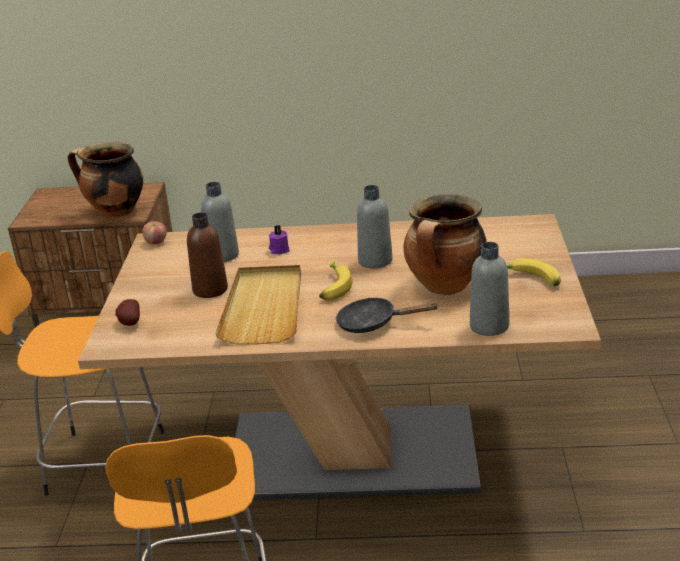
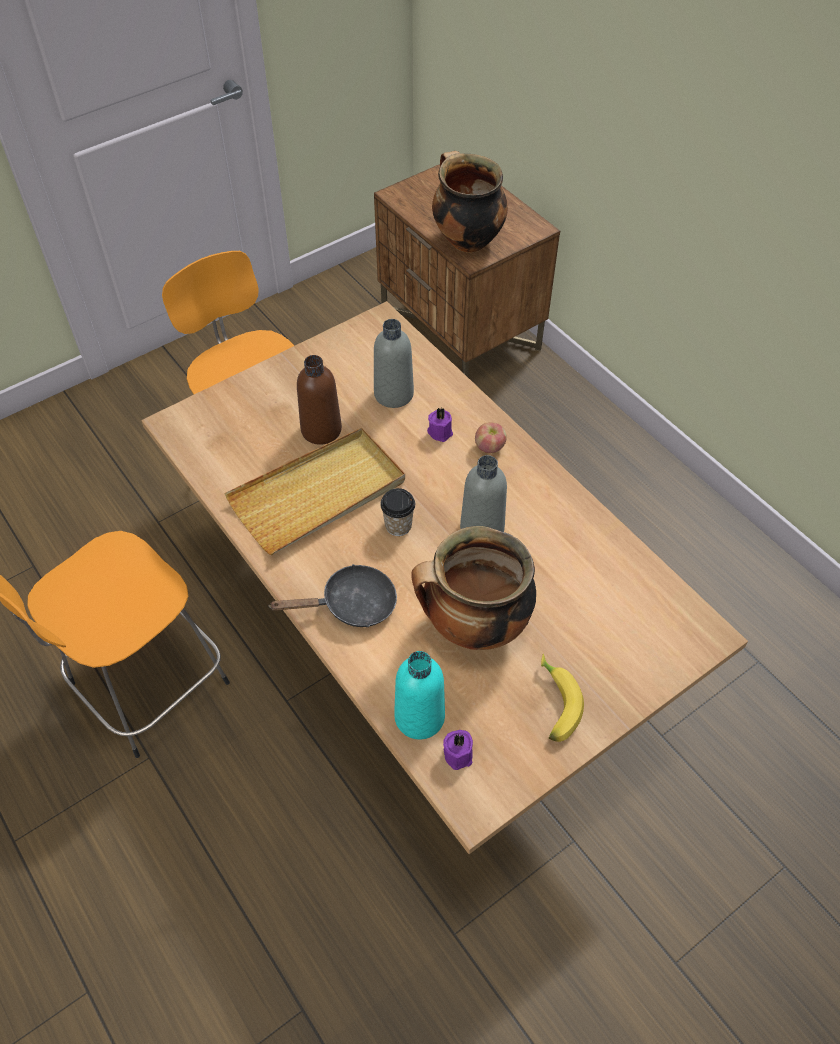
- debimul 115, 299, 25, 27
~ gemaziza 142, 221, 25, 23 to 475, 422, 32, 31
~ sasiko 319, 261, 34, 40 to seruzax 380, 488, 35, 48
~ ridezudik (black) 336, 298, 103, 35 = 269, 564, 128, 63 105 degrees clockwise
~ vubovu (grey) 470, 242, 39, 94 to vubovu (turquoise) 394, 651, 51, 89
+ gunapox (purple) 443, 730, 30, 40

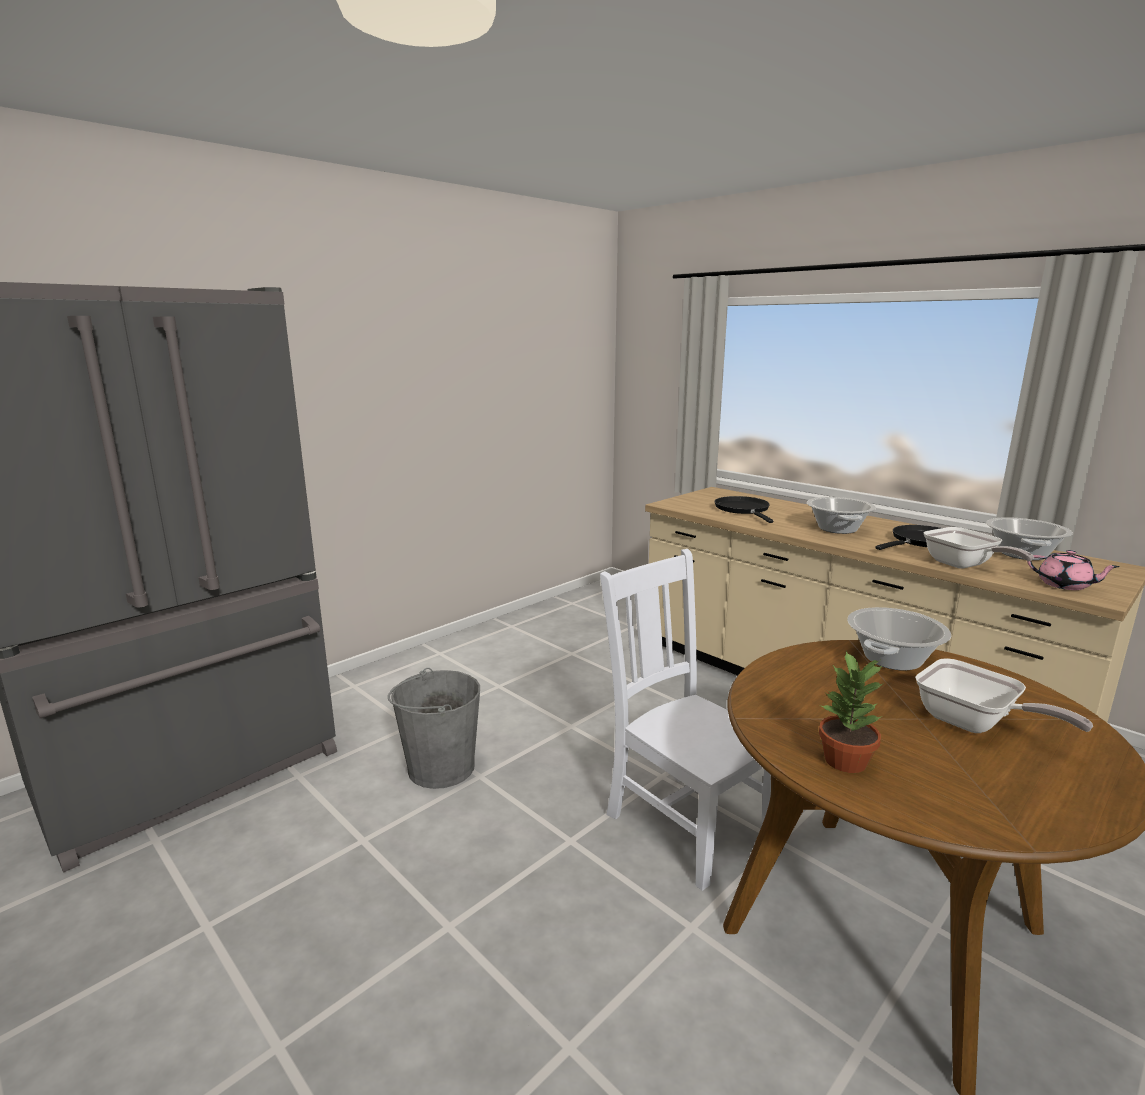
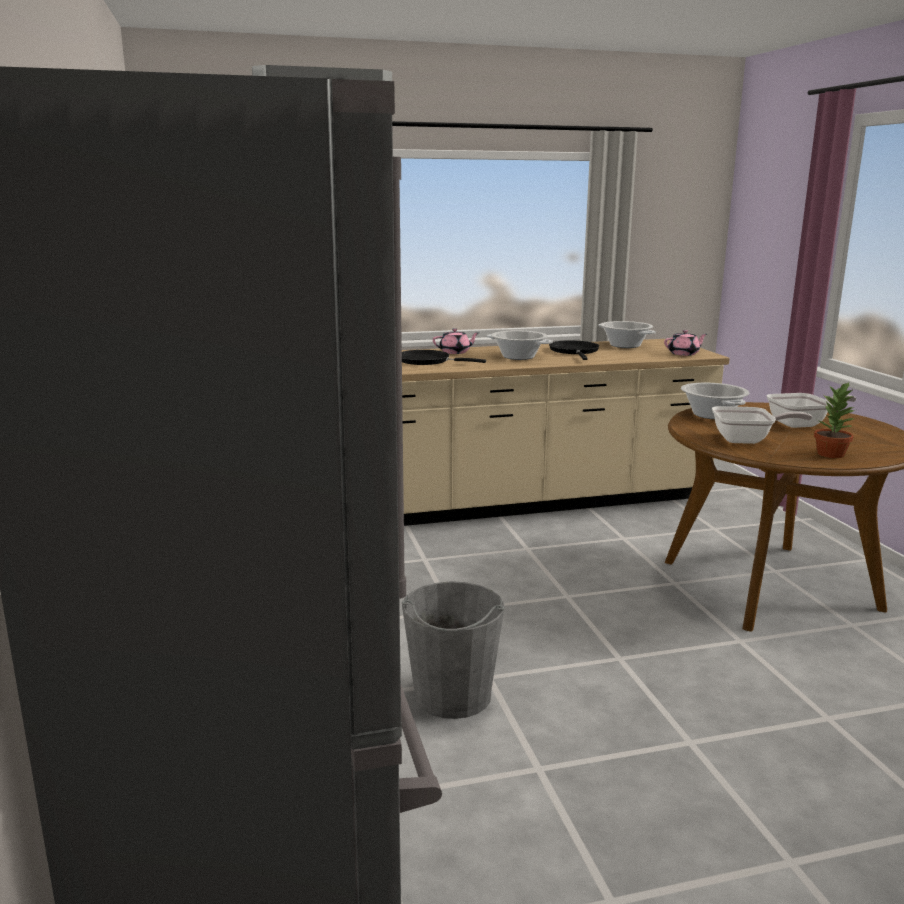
- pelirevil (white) 600, 549, 171, 342
~ ridezudik 924, 527, 110, 42 to 712, 406, 100, 38
+ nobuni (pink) 433, 328, 47, 26

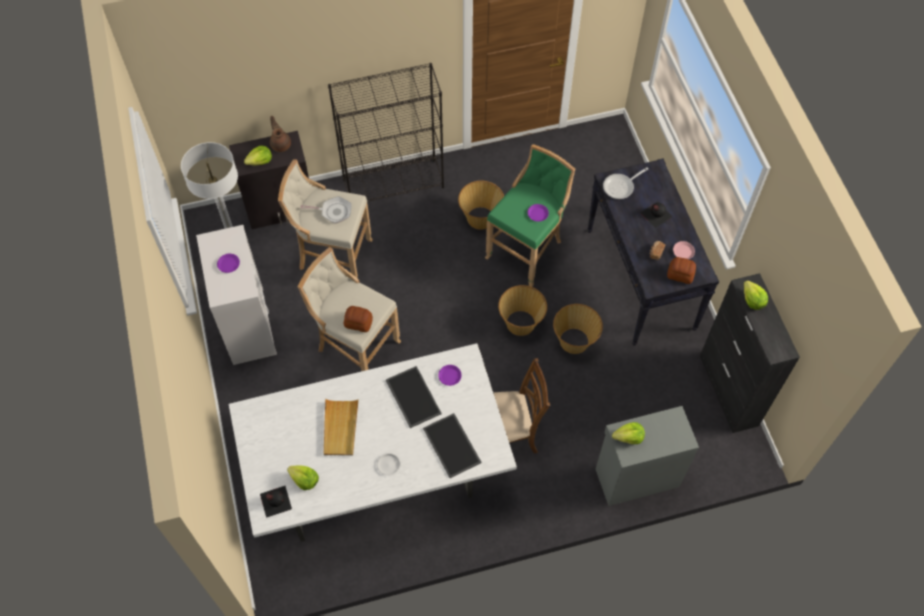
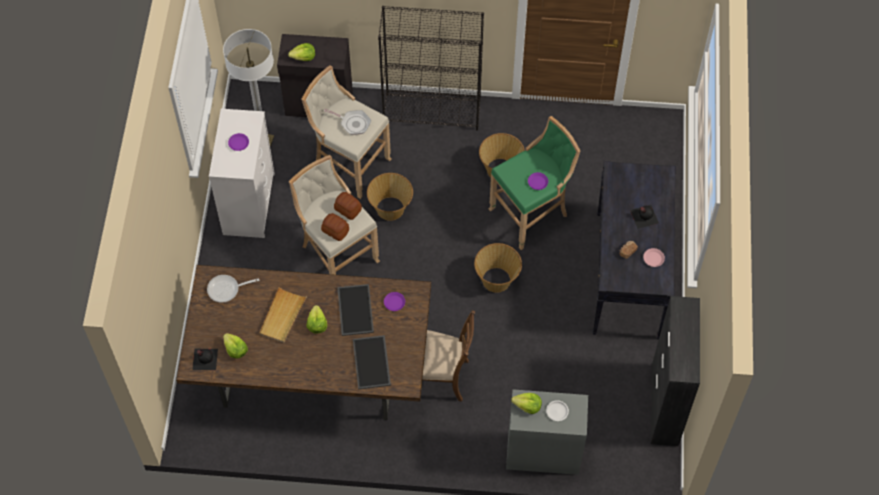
~ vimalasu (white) 229, 343, 288, 199 to vimalasu (brown) 176, 265, 255, 155
- nobuni (brown) 270, 116, 21, 36
~ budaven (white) 377, 453, 24, 23 to 546, 400, 23, 21
~ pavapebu 553, 304, 50, 50 to 367, 173, 46, 48
~ ridezudik 603, 167, 45, 32 to 207, 275, 52, 27
~ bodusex 667, 257, 29, 27 to 334, 192, 28, 28
~ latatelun 744, 280, 24, 30 to 306, 305, 21, 28

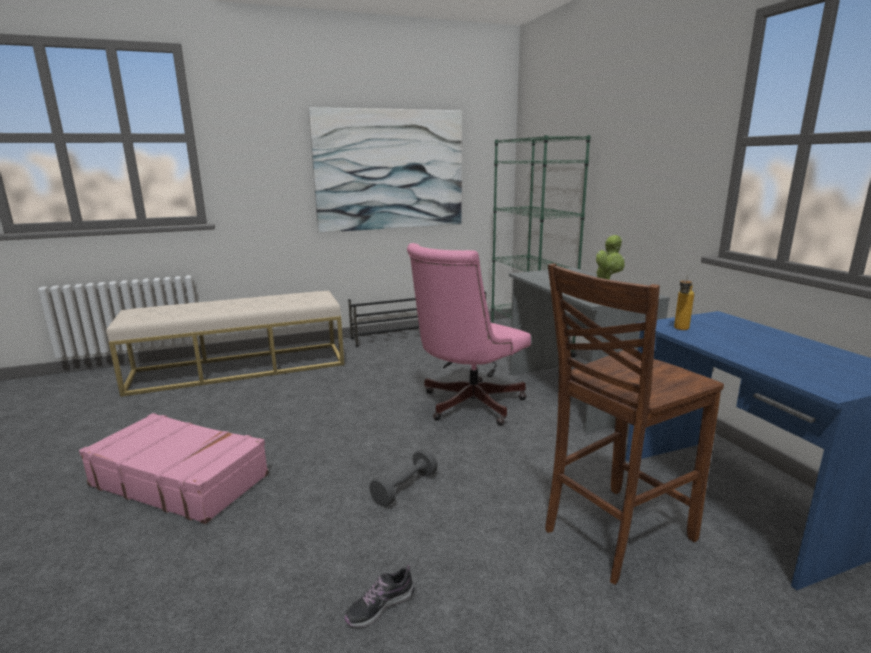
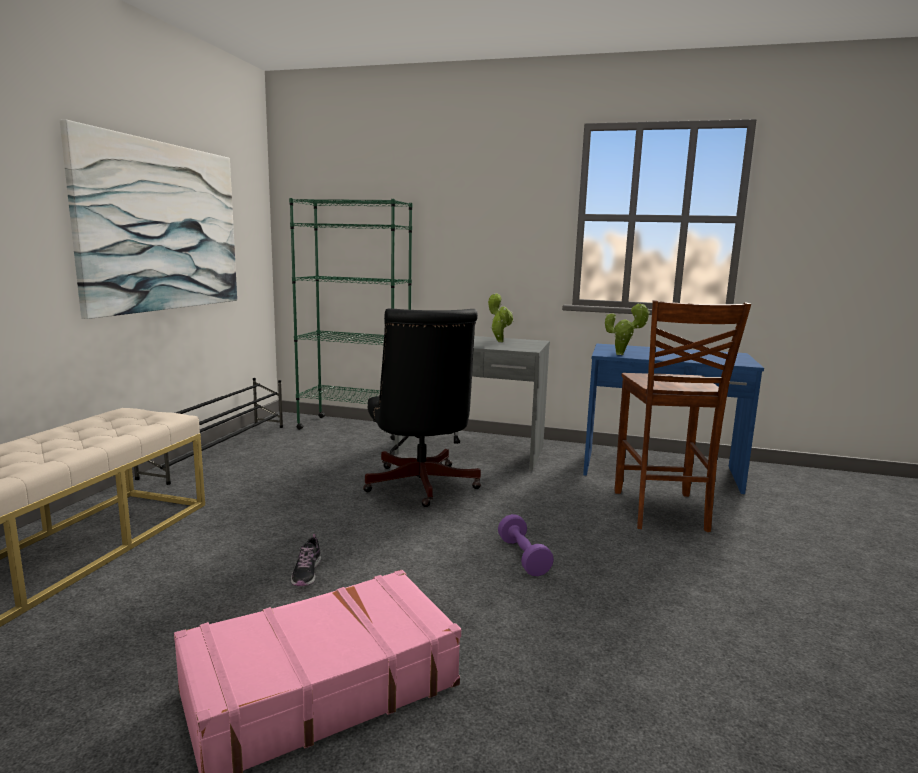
~ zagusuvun 345, 564, 69, 63 to 291, 534, 30, 52
~ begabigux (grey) 369, 448, 69, 59 to begabigux (purple) 498, 514, 56, 62
~ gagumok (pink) 407, 243, 124, 183 to gagumok (black) 363, 308, 118, 199
~ vubovu 674, 275, 20, 55 to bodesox 605, 303, 45, 52

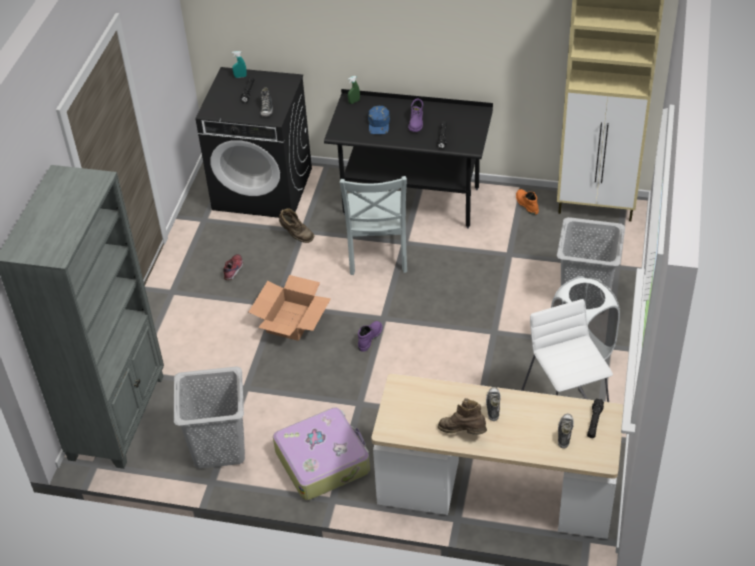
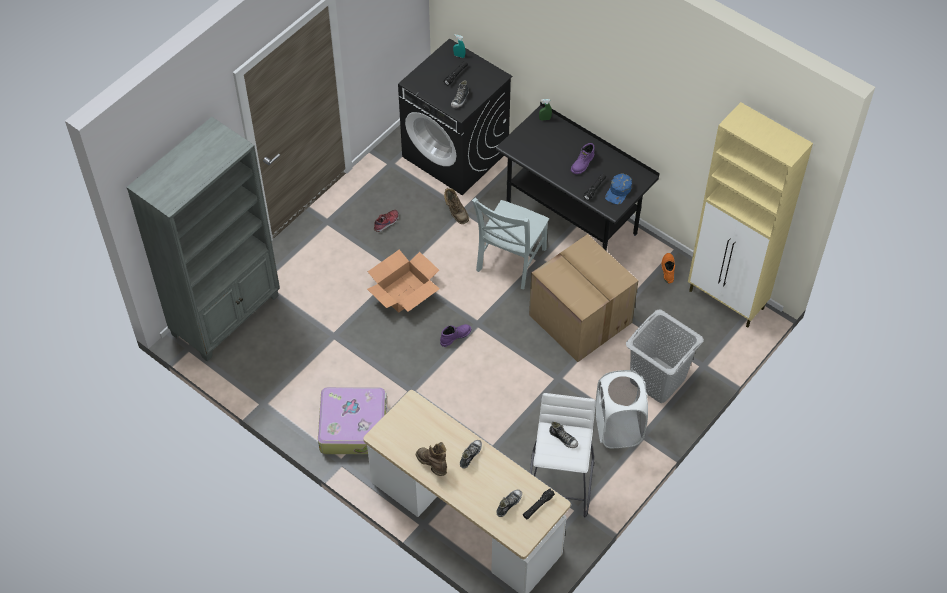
- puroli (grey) 174, 366, 71, 103
~ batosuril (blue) 368, 106, 22, 28 to 605, 173, 27, 31
+ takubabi 529, 234, 109, 128
+ zagusuvun 549, 422, 29, 26

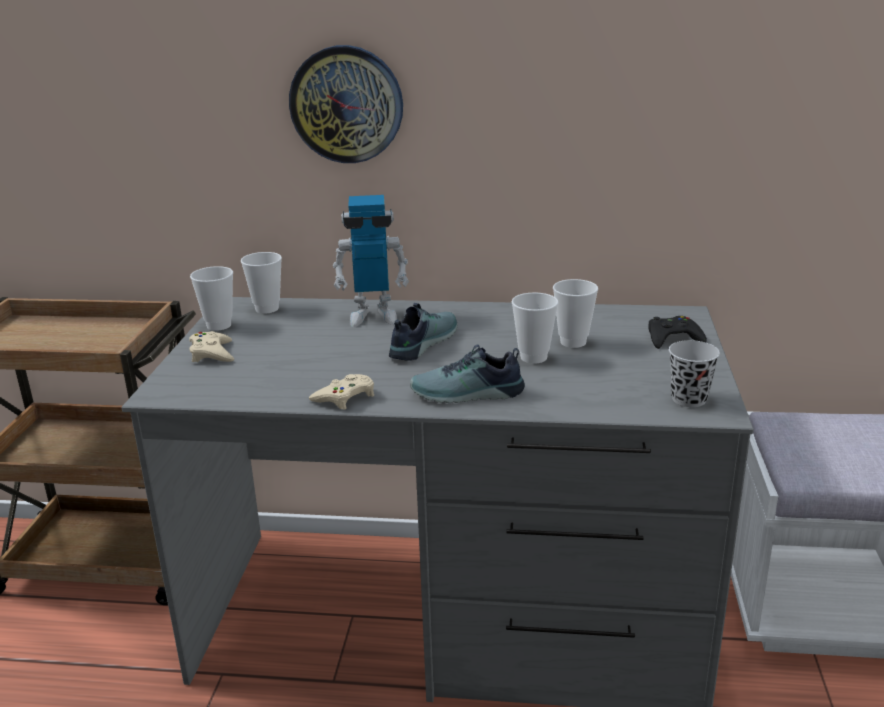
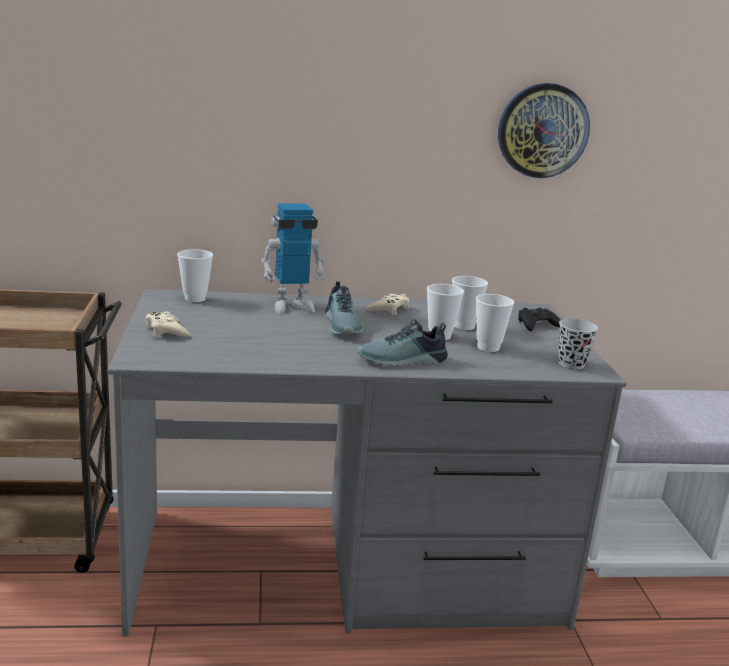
~ seruzax 190, 266, 43, 65 to 476, 294, 38, 58
~ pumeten 289, 45, 114, 118 to 498, 83, 92, 95
~ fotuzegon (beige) 309, 374, 65, 36 to 366, 294, 44, 21
~ zagusuvun 389, 303, 69, 58 = 325, 281, 38, 54 150 degrees clockwise

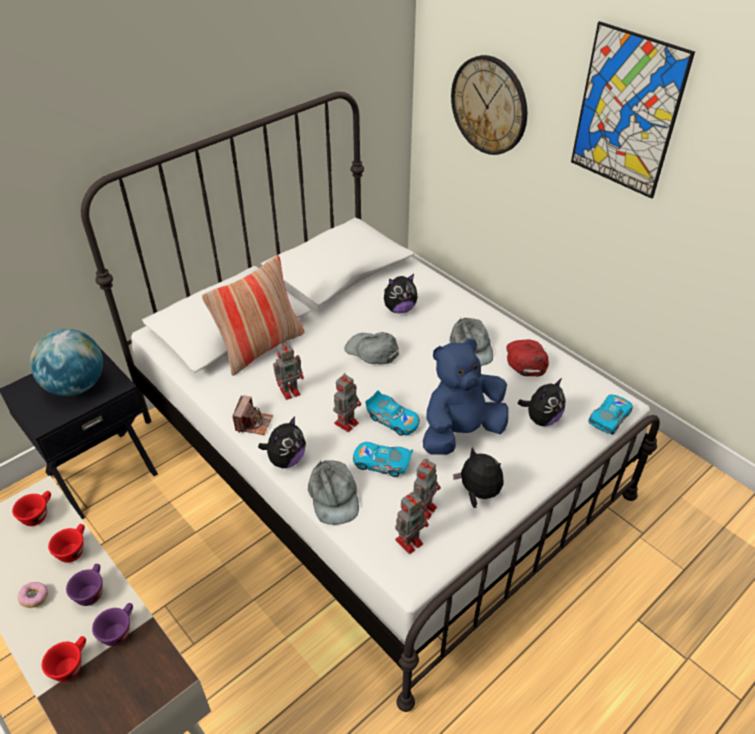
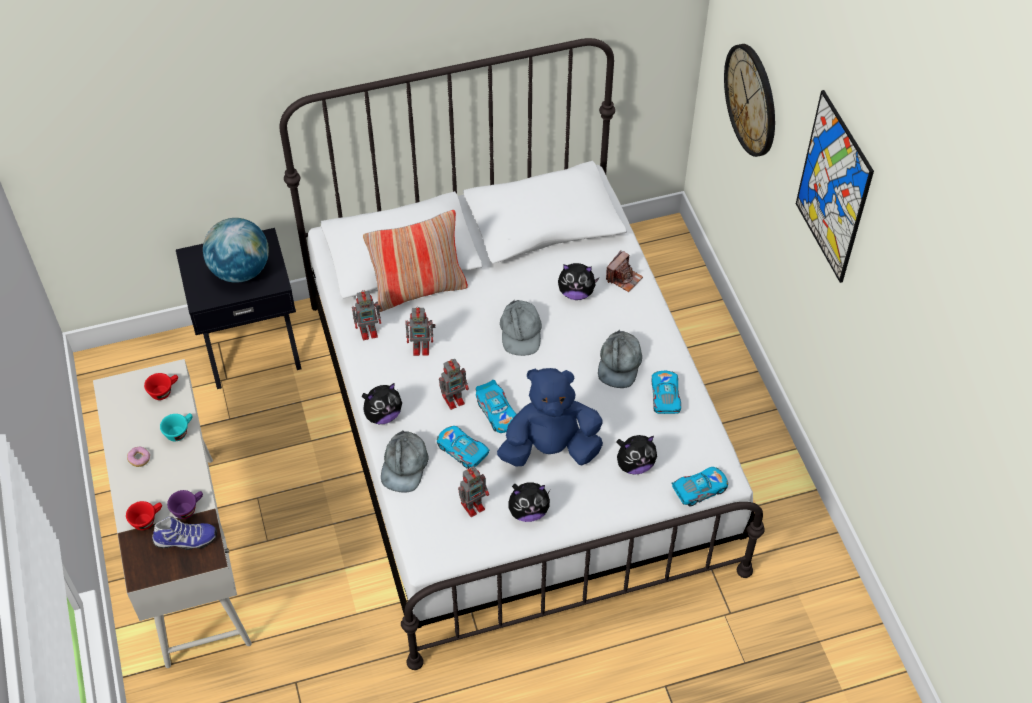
~ seruzax (red) 48, 524, 37, 39 to seruzax (turquoise) 160, 413, 33, 28
- seruzax (purple) 66, 564, 37, 42
~ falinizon 232, 395, 41, 40 to 606, 251, 37, 41
~ batosuril (grey) 344, 332, 55, 32 = 500, 300, 42, 56 150 degrees counterclockwise
~ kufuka 395, 492, 34, 62 to 352, 290, 29, 50
~ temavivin 453, 447, 51, 61 = 508, 482, 42, 40 105 degrees clockwise
~ batosuril (red) 506, 339, 43, 38 to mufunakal 652, 371, 29, 43
+ zagusuvun 152, 516, 65, 34

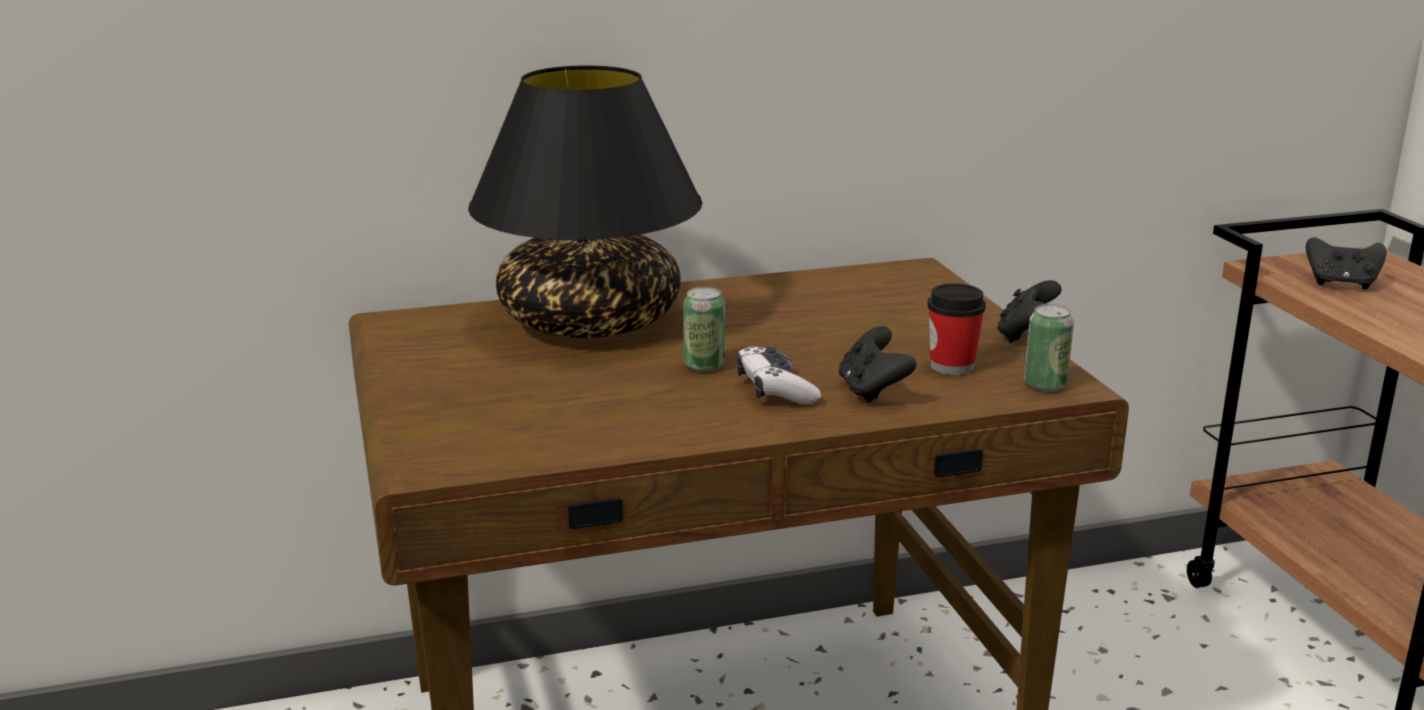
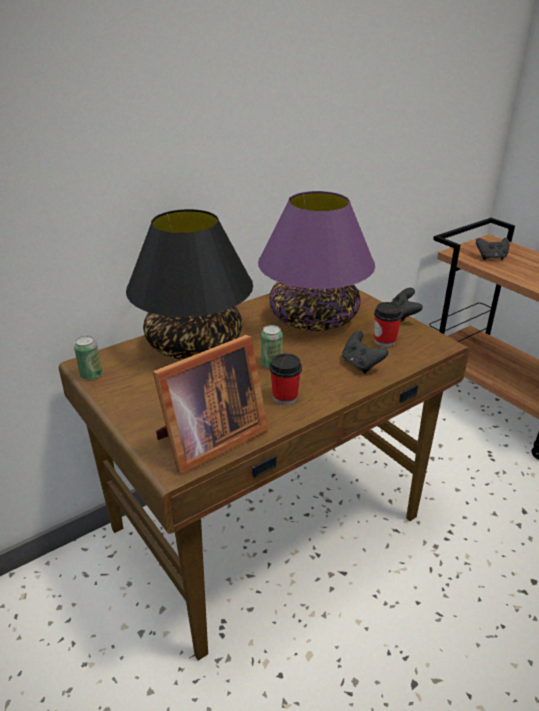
- fotuzegon 737, 346, 84, 59
~ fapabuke 1024, 304, 50, 88 to 74, 336, 28, 44
+ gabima 153, 335, 115, 139
+ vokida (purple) 258, 191, 117, 140
+ seruzax 270, 353, 32, 52

